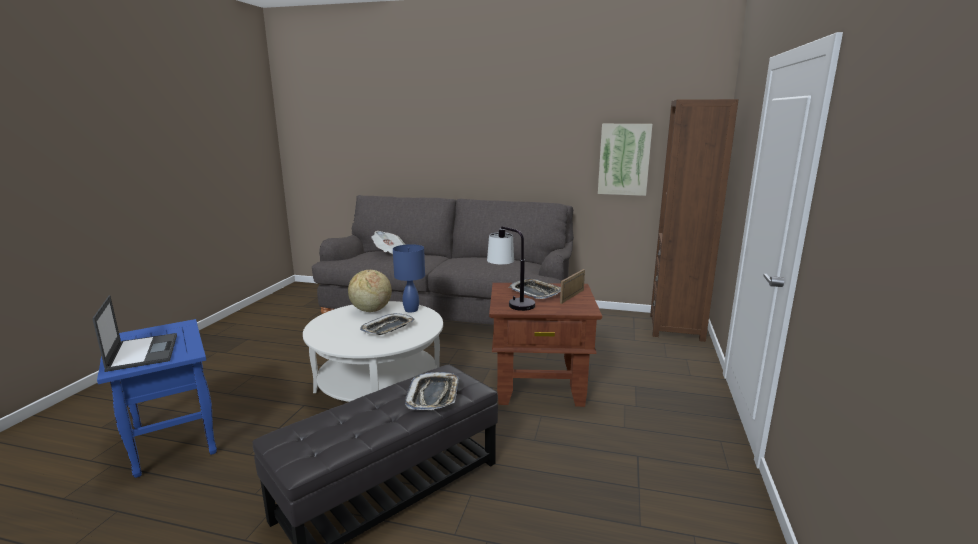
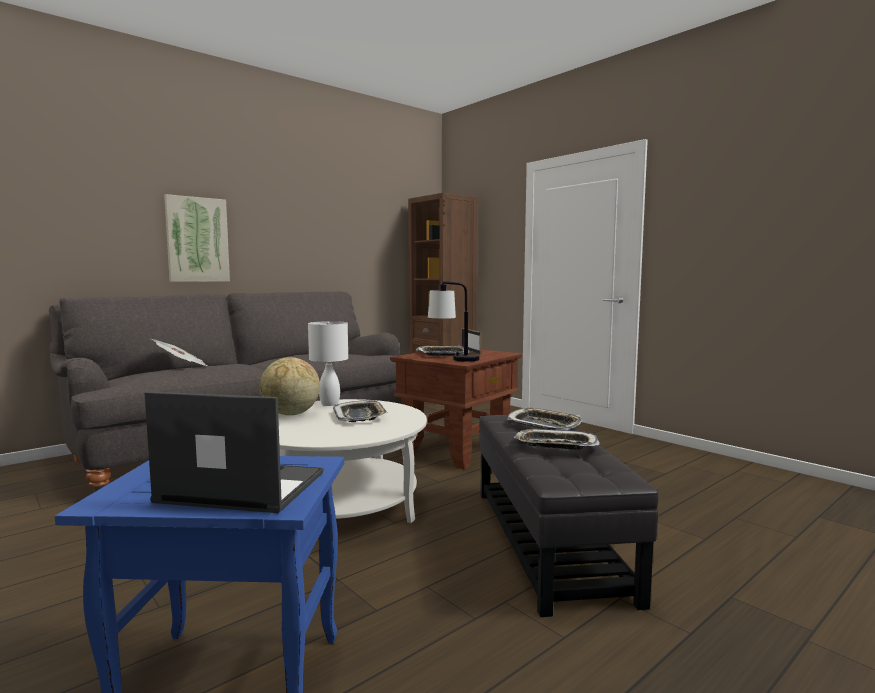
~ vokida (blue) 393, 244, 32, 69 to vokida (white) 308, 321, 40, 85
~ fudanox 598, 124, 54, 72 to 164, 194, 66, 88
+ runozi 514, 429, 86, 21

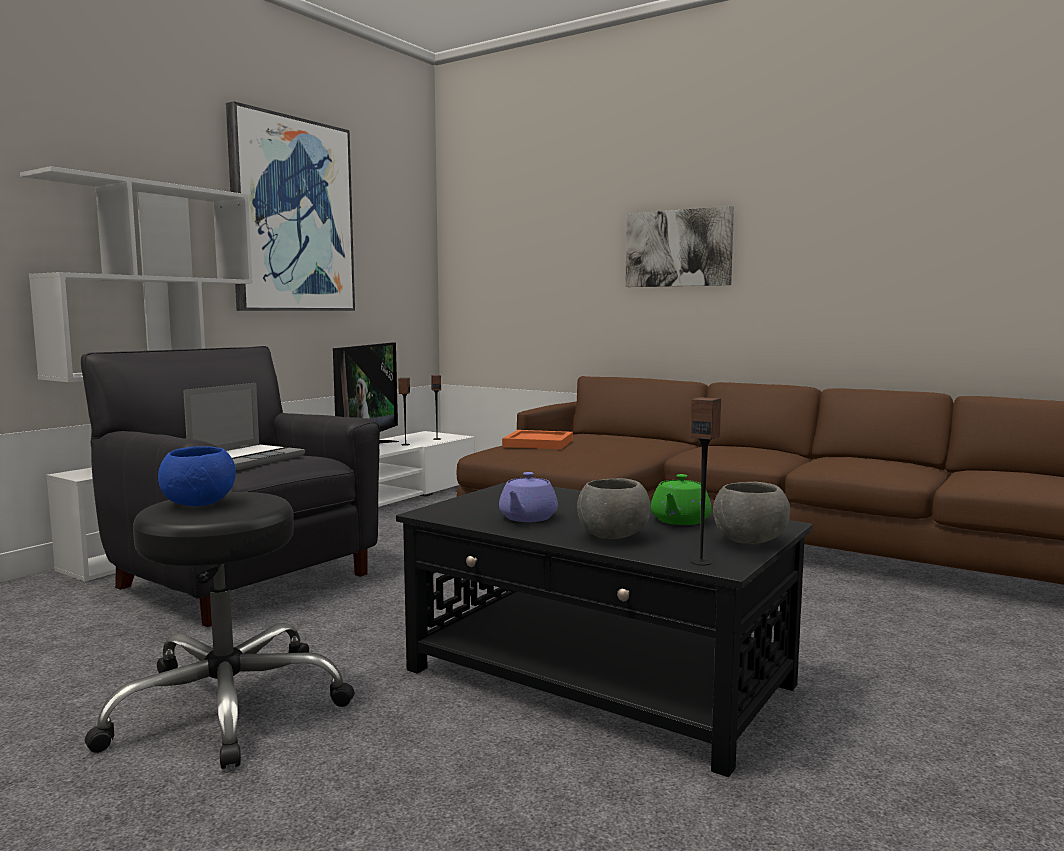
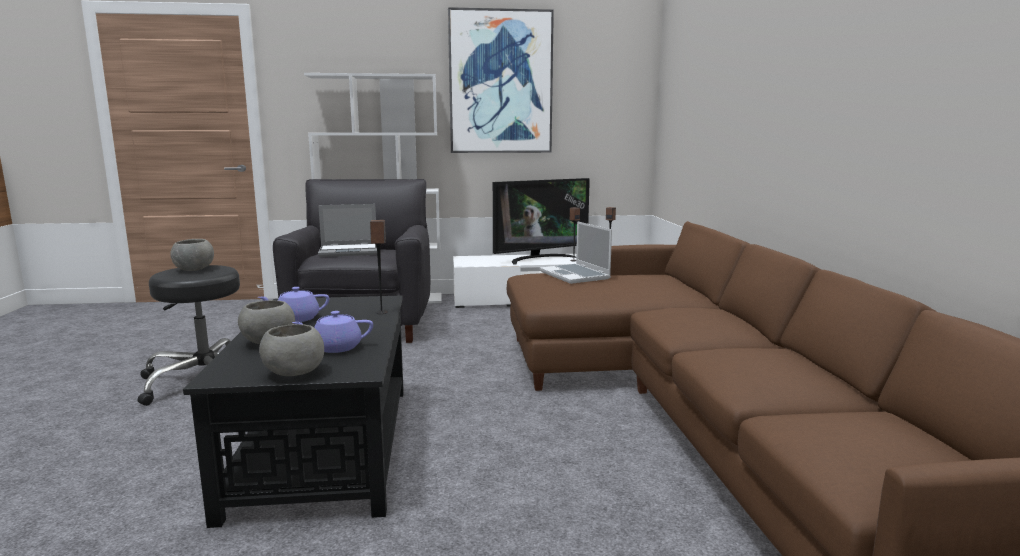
~ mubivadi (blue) 158, 446, 78, 60 to mubivadi (grey) 170, 239, 44, 32
~ runozi (orange) 502, 430, 71, 19 to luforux 539, 221, 73, 63
- fudanox 625, 206, 109, 81
~ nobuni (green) 651, 474, 60, 51 to nobuni (purple) 292, 311, 81, 42
~ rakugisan 690, 397, 31, 169 to 370, 220, 18, 94

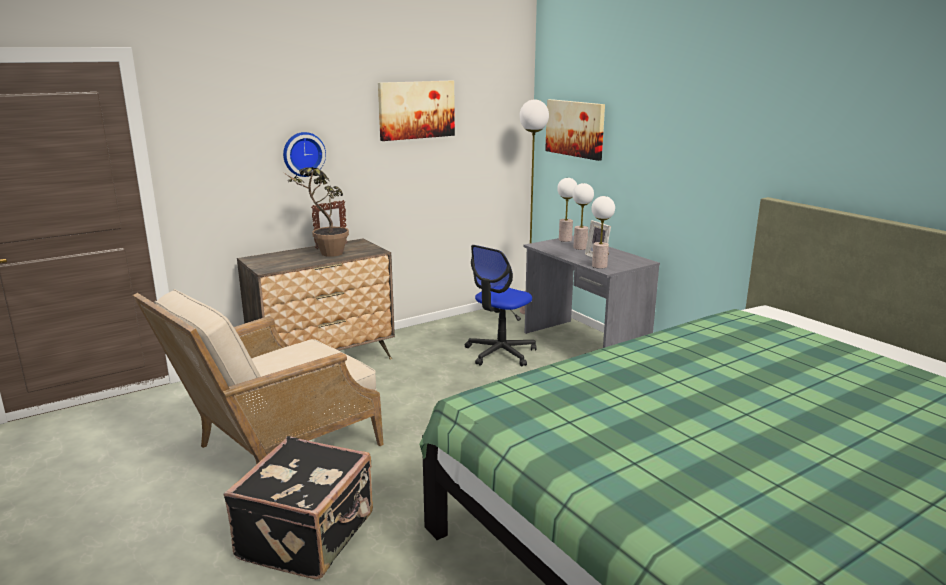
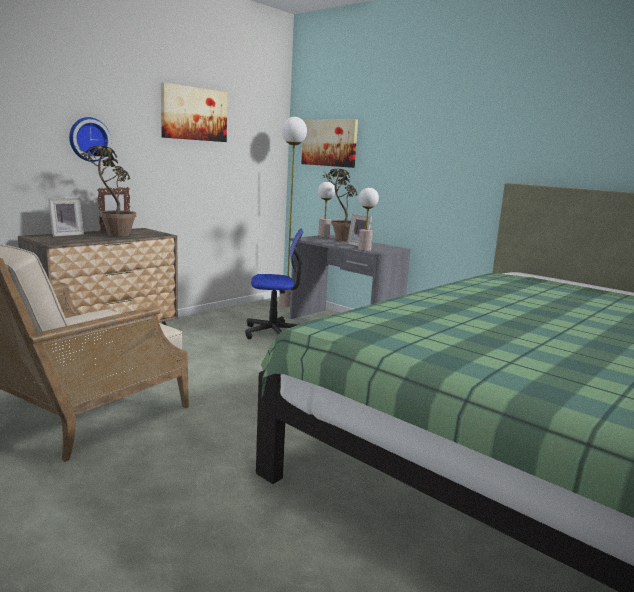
- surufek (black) 224, 436, 149, 143
~ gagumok 465, 245, 72, 122 = 245, 229, 59, 110 120 degrees counterclockwise
~ vokida 572, 183, 22, 67 to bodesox 321, 169, 36, 72
+ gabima 48, 198, 36, 39

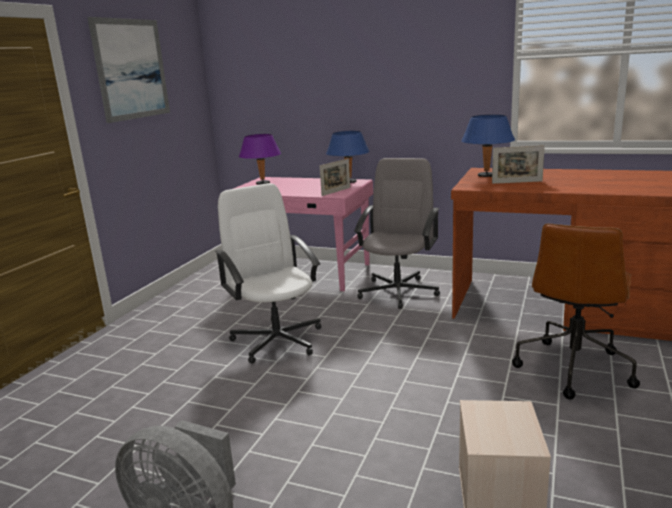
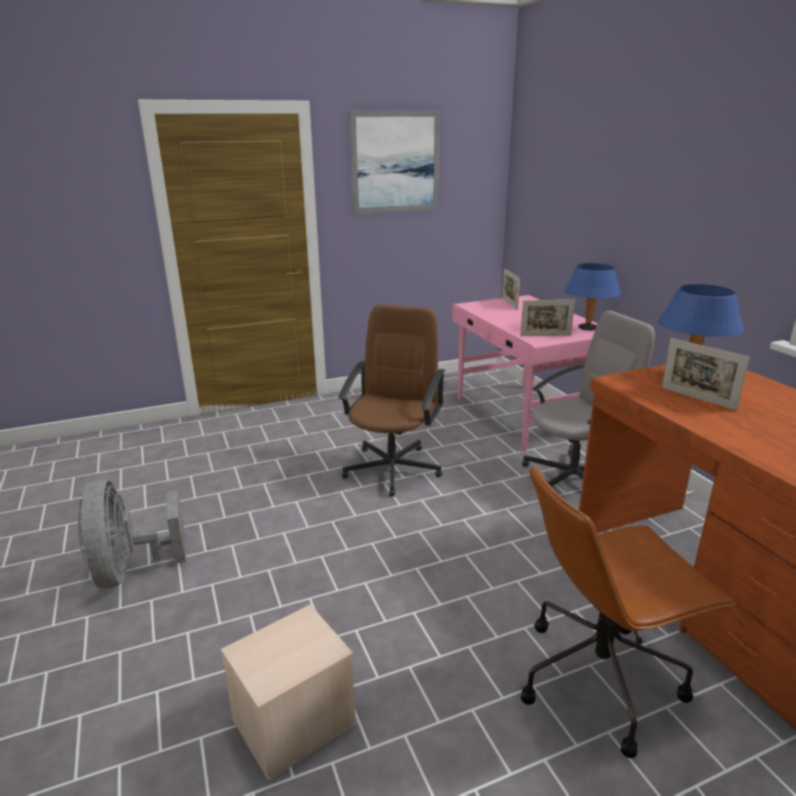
~ gagumok (white) 215, 183, 106, 181 to gagumok (brown) 338, 304, 107, 193
~ vokida (purple) 239, 134, 42, 51 to gabima 502, 269, 18, 41

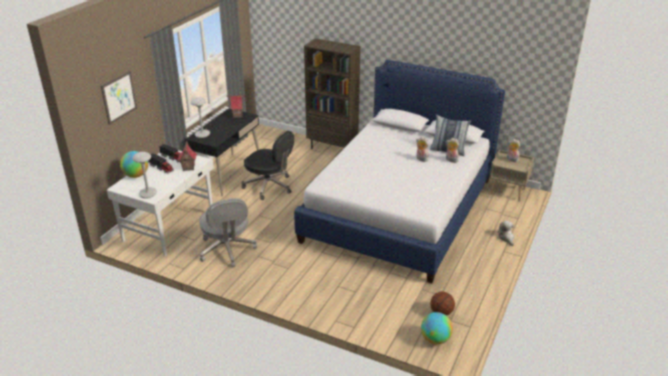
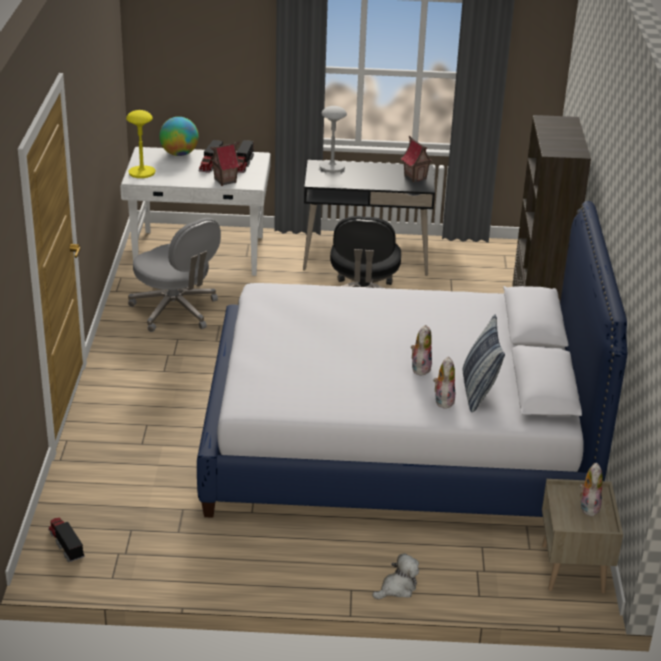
- fudanox 101, 71, 36, 54
~ vokida (grey) 132, 152, 25, 47 to vokida (yellow) 126, 110, 29, 68
~ gagumok (grey) 199, 198, 58, 69 = 128, 218, 93, 114 90 degrees counterclockwise
~ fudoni 421, 312, 32, 32 to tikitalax 48, 518, 37, 44
- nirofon 430, 292, 25, 24

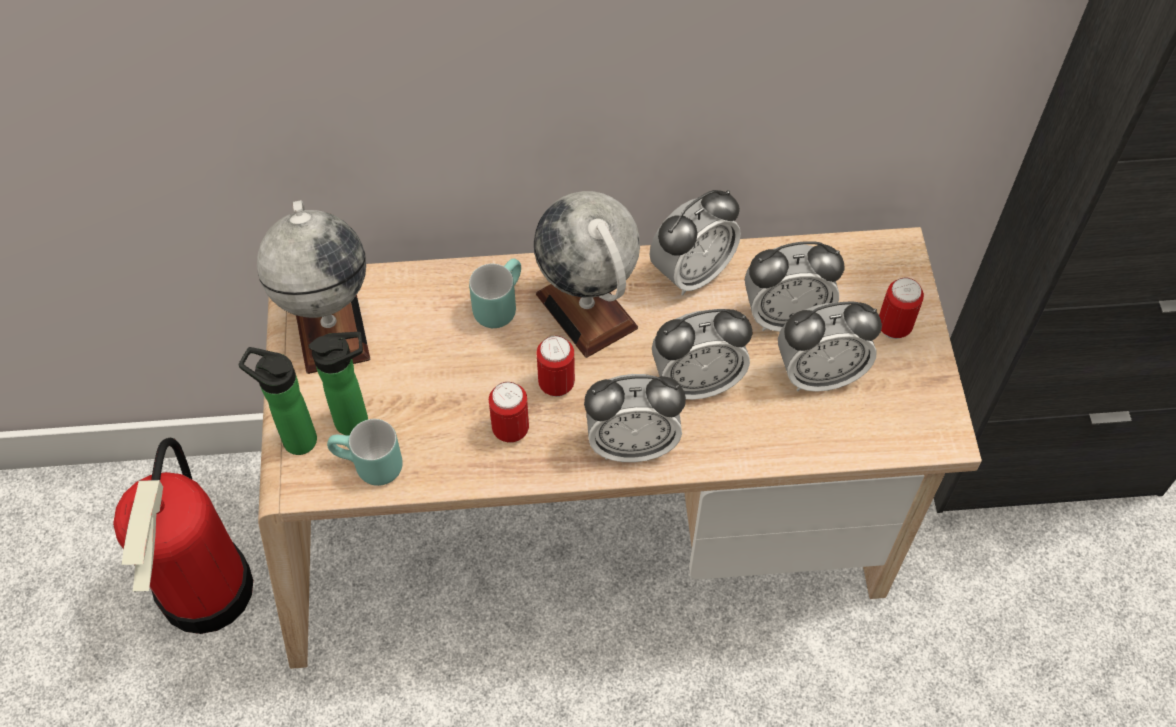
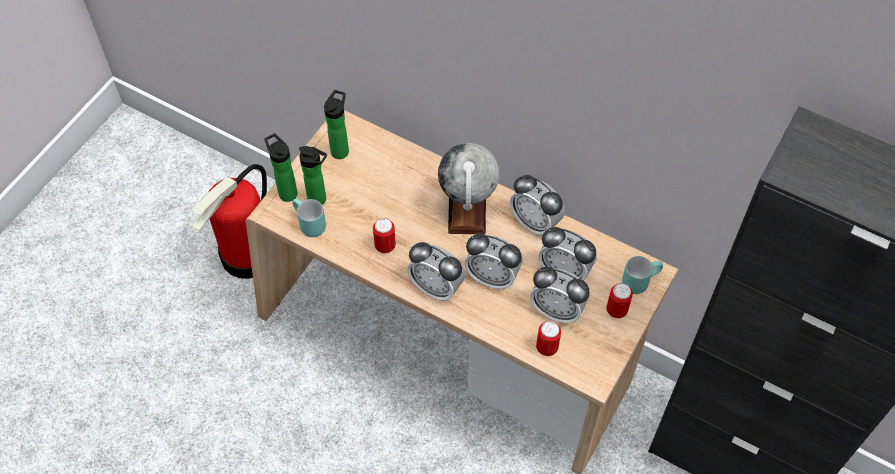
~ fudoni 257, 200, 113, 174 to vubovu 324, 90, 25, 69
~ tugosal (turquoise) 469, 258, 52, 70 to 622, 256, 41, 38
~ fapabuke 536, 335, 39, 62 to 536, 321, 25, 35
~ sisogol 650, 190, 91, 106 = 510, 175, 55, 62 45 degrees clockwise

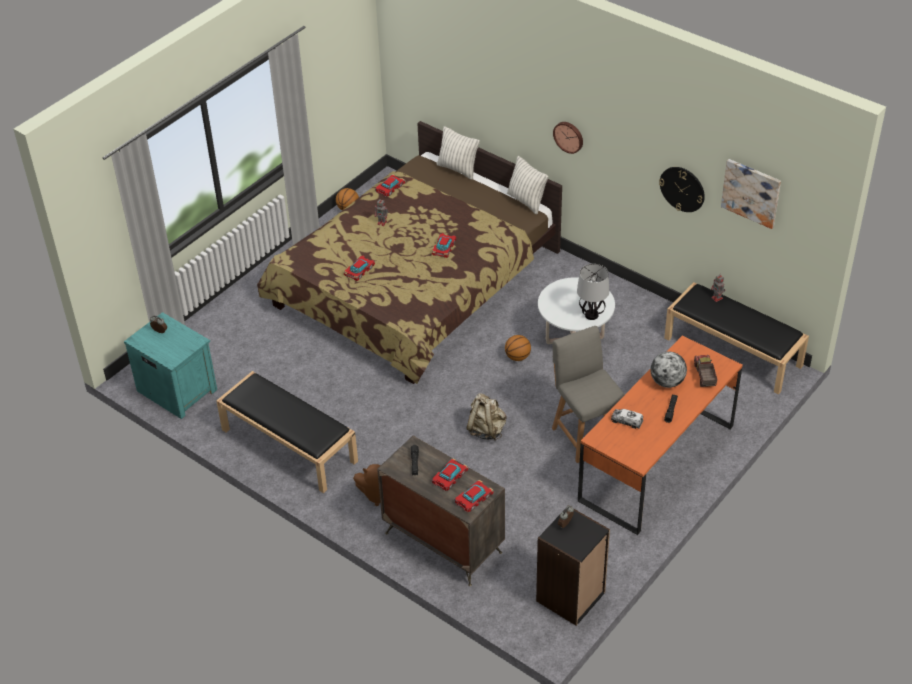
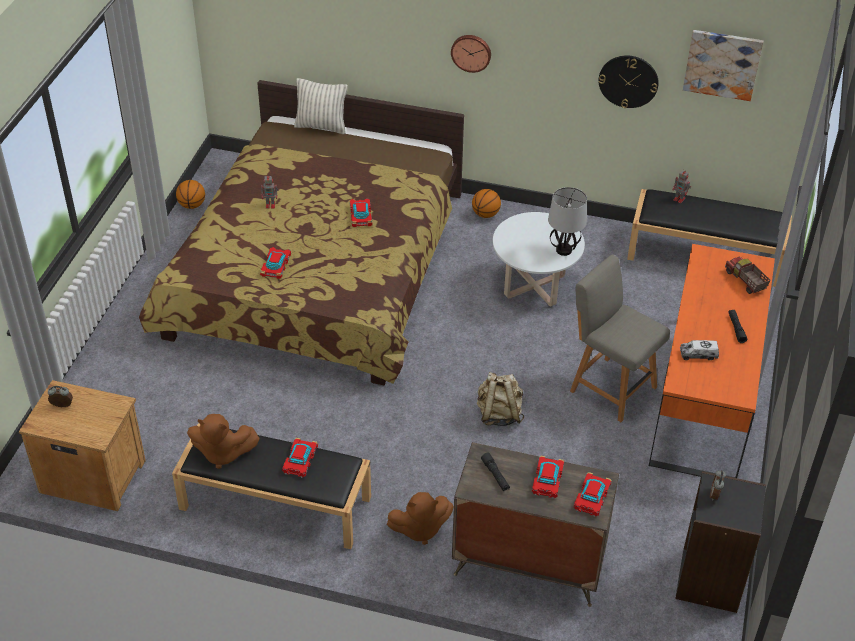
~ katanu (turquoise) 124, 312, 93, 107 to katanu (brown) 19, 380, 127, 131
~ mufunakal 375, 175, 30, 22 to 282, 438, 36, 40
~ nirofon 505, 335, 26, 26 to 472, 189, 29, 29
- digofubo 507, 156, 41, 58
- fudoni 650, 351, 37, 37
+ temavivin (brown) 187, 414, 73, 55

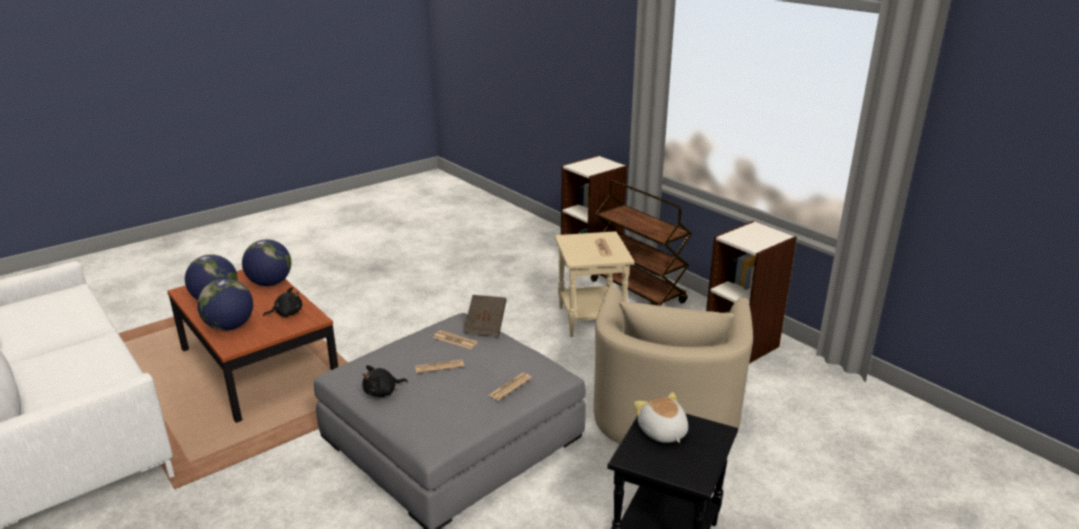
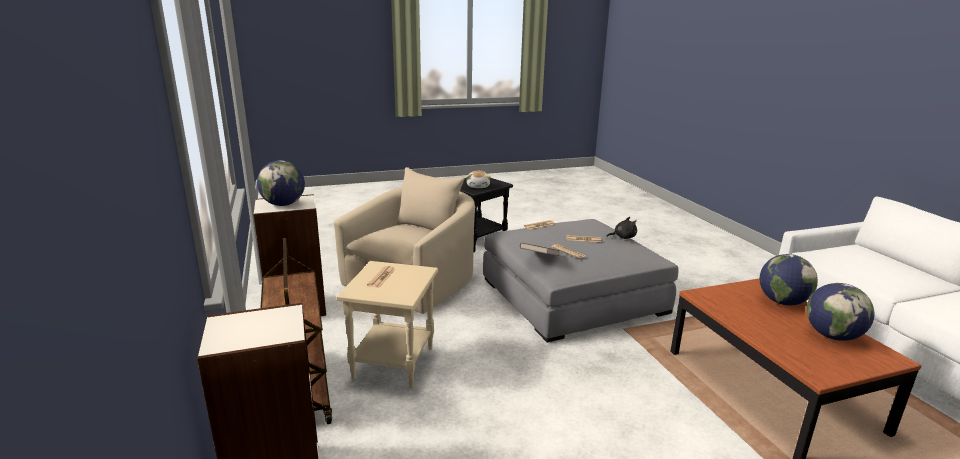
~ fudoni 242, 239, 49, 47 to 257, 160, 48, 46
- temavivin (black) 263, 287, 39, 30

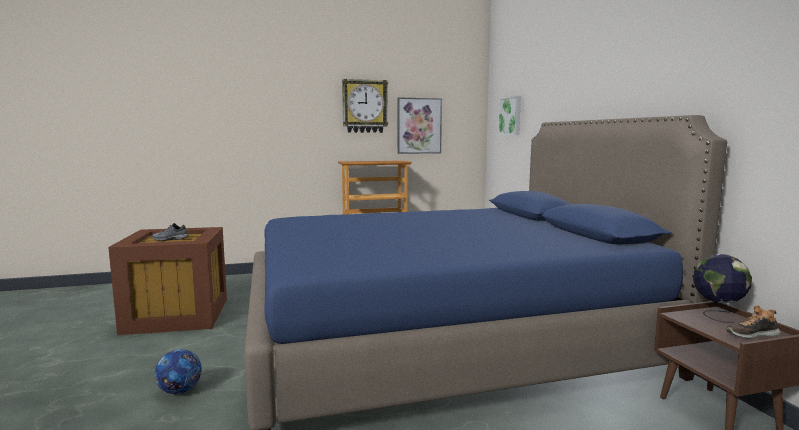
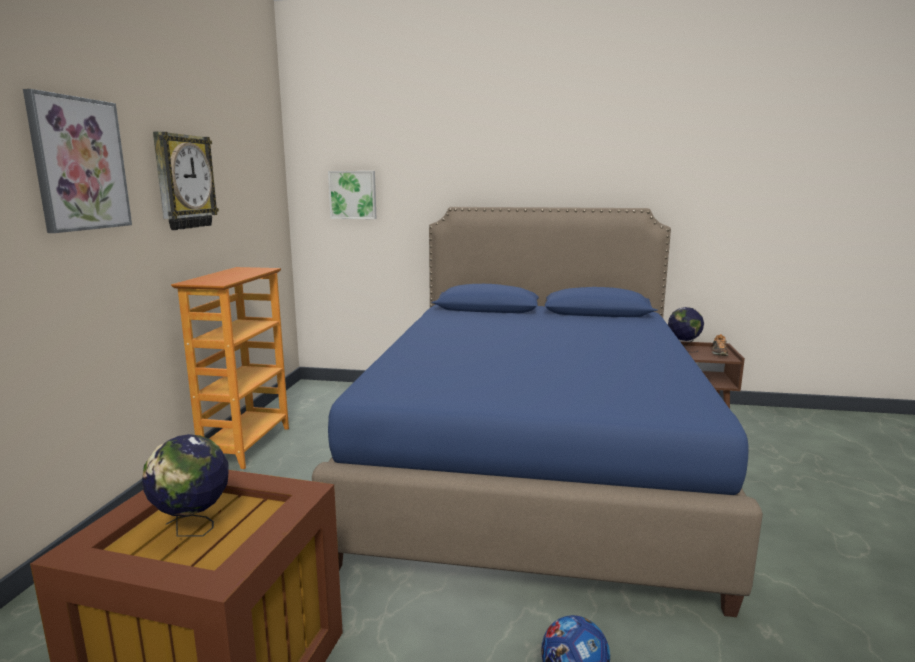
~ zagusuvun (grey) 152, 223, 37, 18 to fudoni 142, 434, 86, 103
~ fudanox 398, 97, 44, 57 to 23, 89, 109, 144

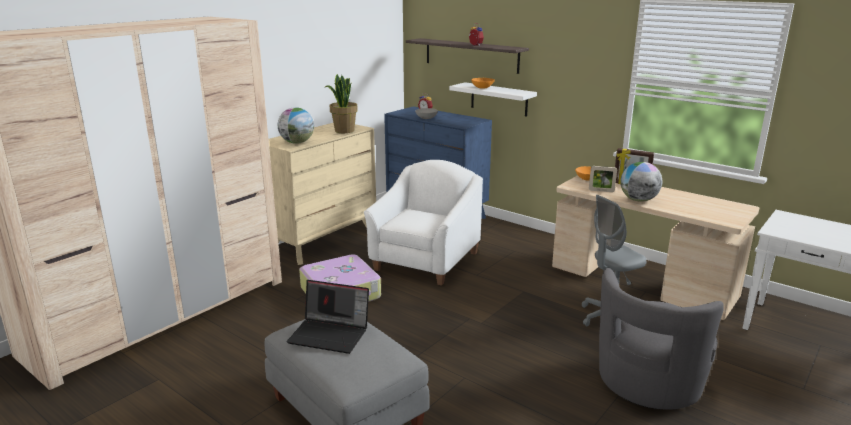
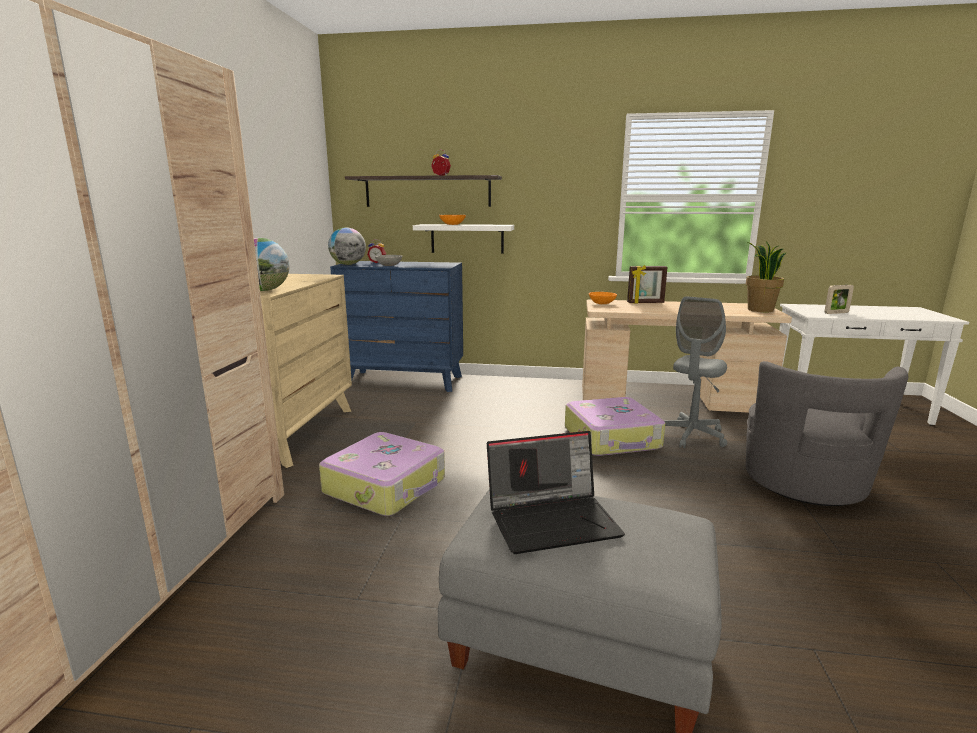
~ bodesox 324, 74, 34, 59 to 746, 241, 41, 71
- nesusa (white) 364, 160, 119, 126
~ gabima 589, 166, 28, 26 to 824, 285, 30, 29
~ fudoni 620, 162, 42, 40 to 328, 227, 38, 38
+ surufek 565, 397, 100, 59

